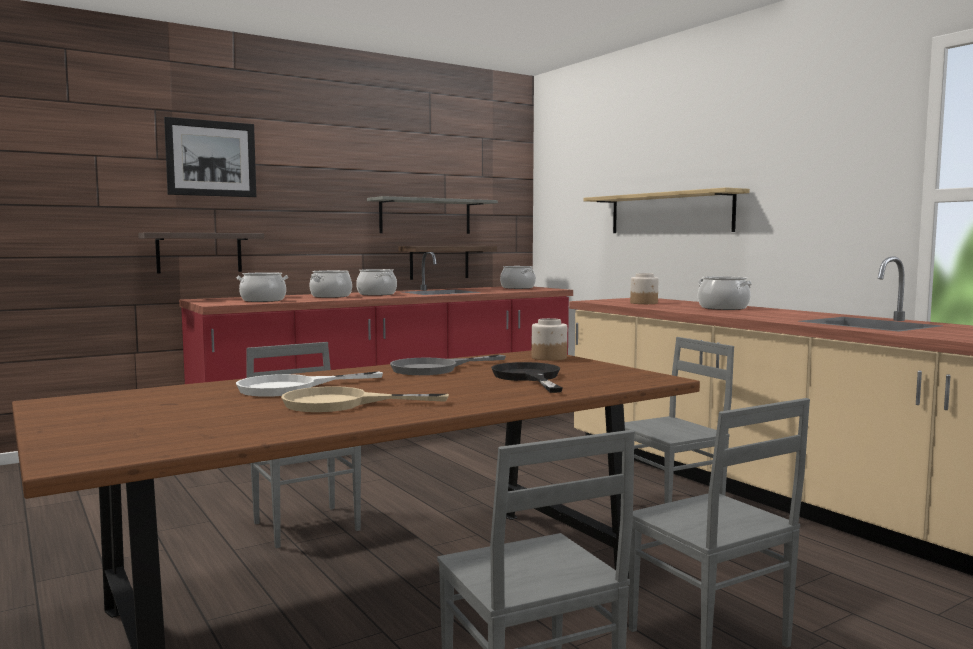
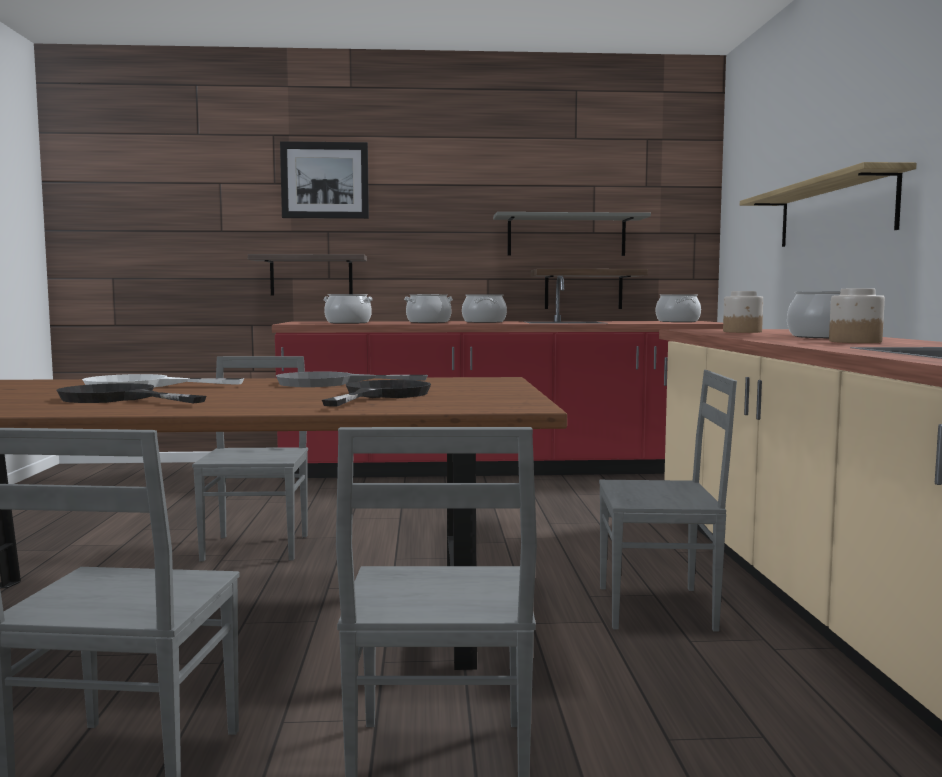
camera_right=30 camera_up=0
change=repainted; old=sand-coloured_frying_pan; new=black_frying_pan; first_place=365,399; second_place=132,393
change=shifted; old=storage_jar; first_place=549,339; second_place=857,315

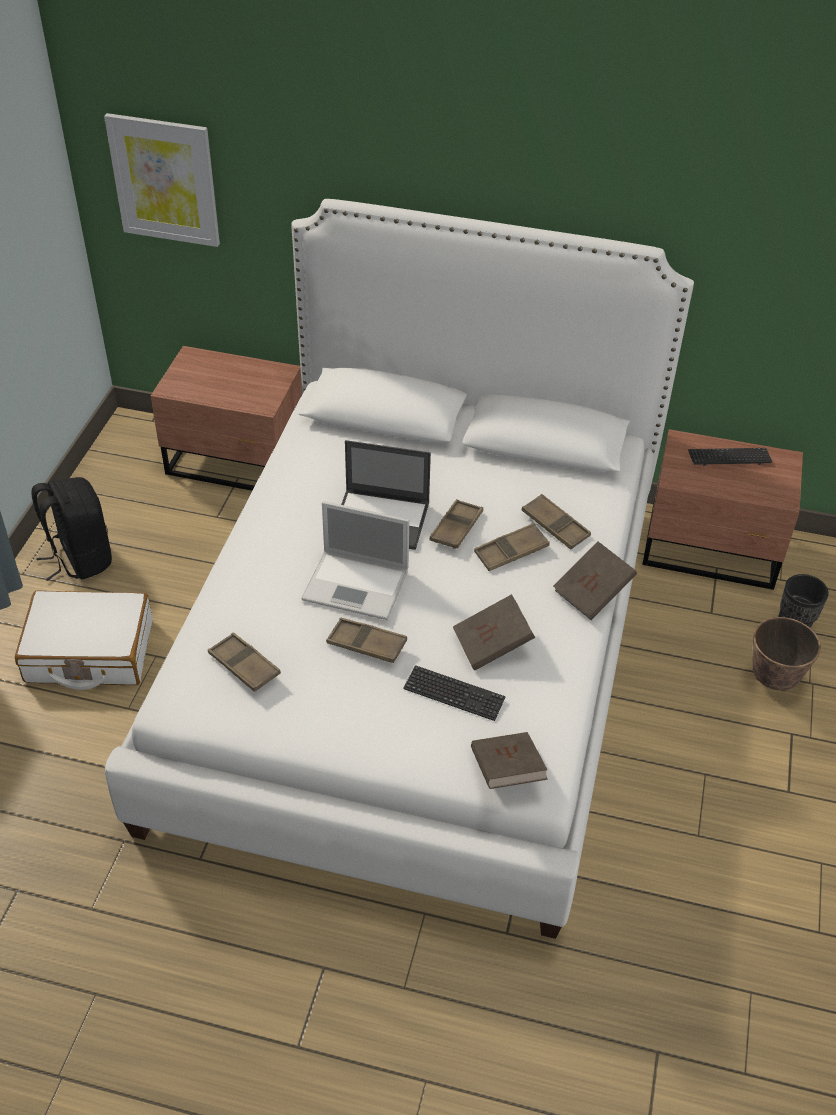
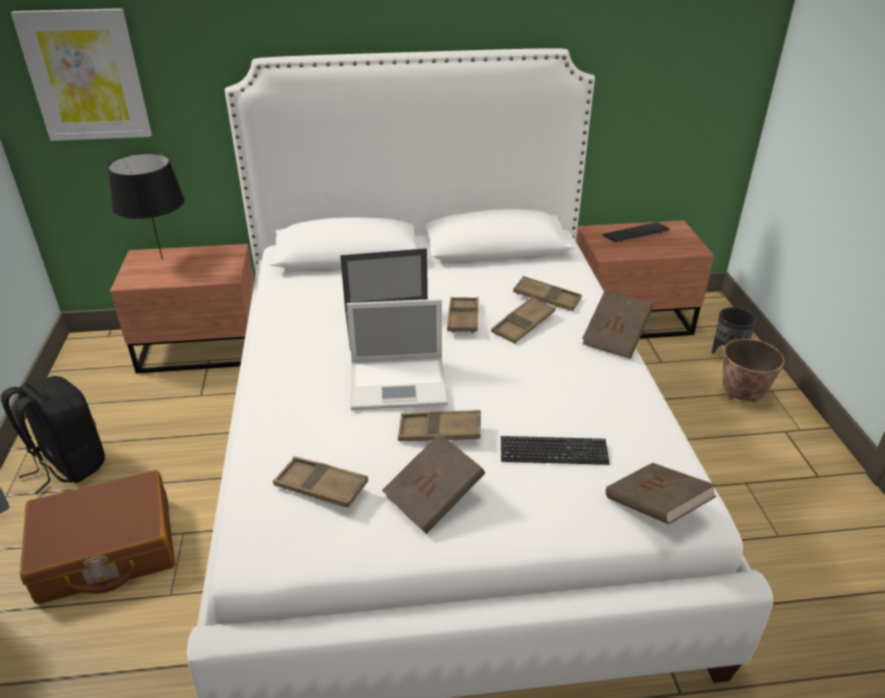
camera_right=-20 camera_up=-10
change=repainted; old=white-coloured_suitcase; new=brown-coloured_suitcase; first_place=83,640; second_place=97,537
change=shifted; old=brown-coloured_book; first_place=494,632; second_place=433,483
change=new; new=black_table_lamp; second_place=146,206

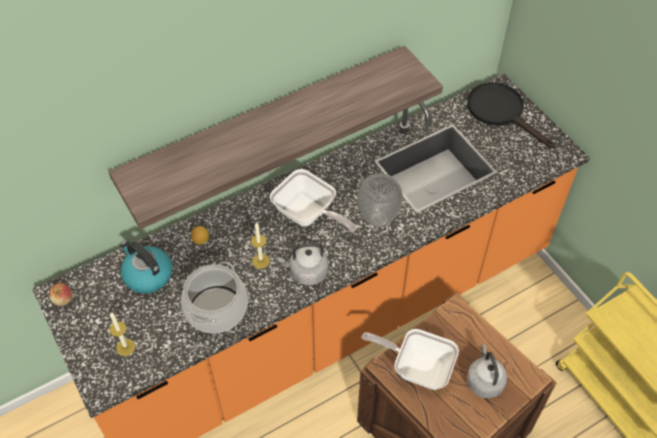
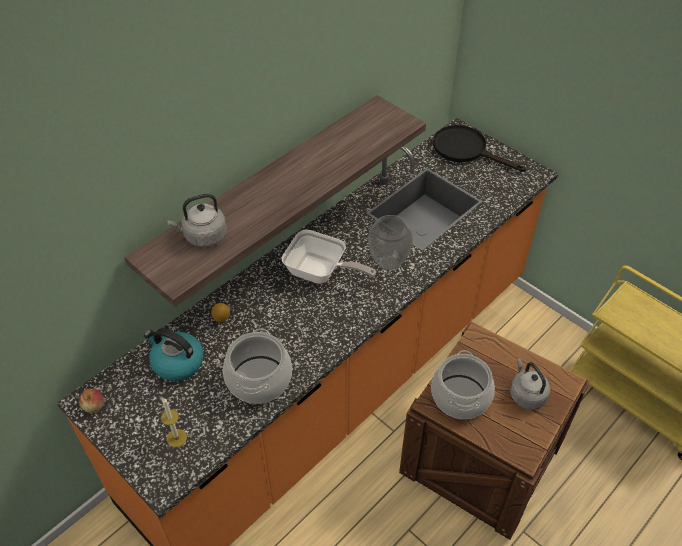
camera_right=-15 camera_up=-5
change=gone; old=wax_candle; first_place=260,246
change=shifted; old=gray_tea_kettle; first_place=302,264; second_place=197,220
change=swapped; old=frying_pan; new=cooking_pot; first_place=410,359; second_place=463,384

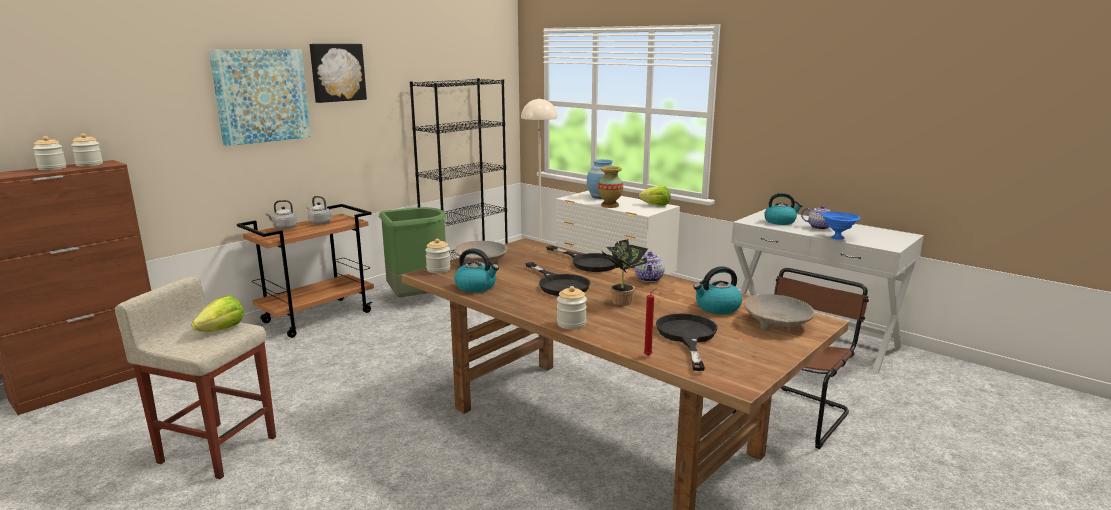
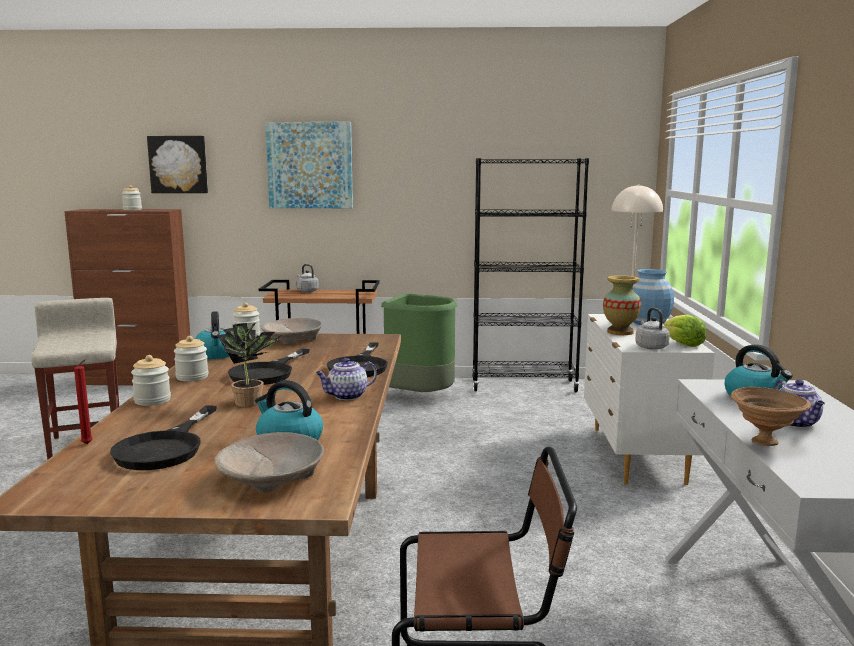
camera_right=50 camera_up=-5
change=shifted; old=storage_jar; first_place=87,150; second_place=191,358
change=gone; old=head_of_lettuce; first_place=217,314
change=shifted; old=gray_tea_kettle; first_place=319,210; second_place=652,329
change=shifted; old=wall_art; first_place=338,73; second_place=177,164
change=rotated; old=black_frying_pan; first_place=687,342; second_place=163,438; degrees=135
change=repainted; old=bluish_bowl; new=brown-coloured_bowl; first_place=840,226; second_place=771,416

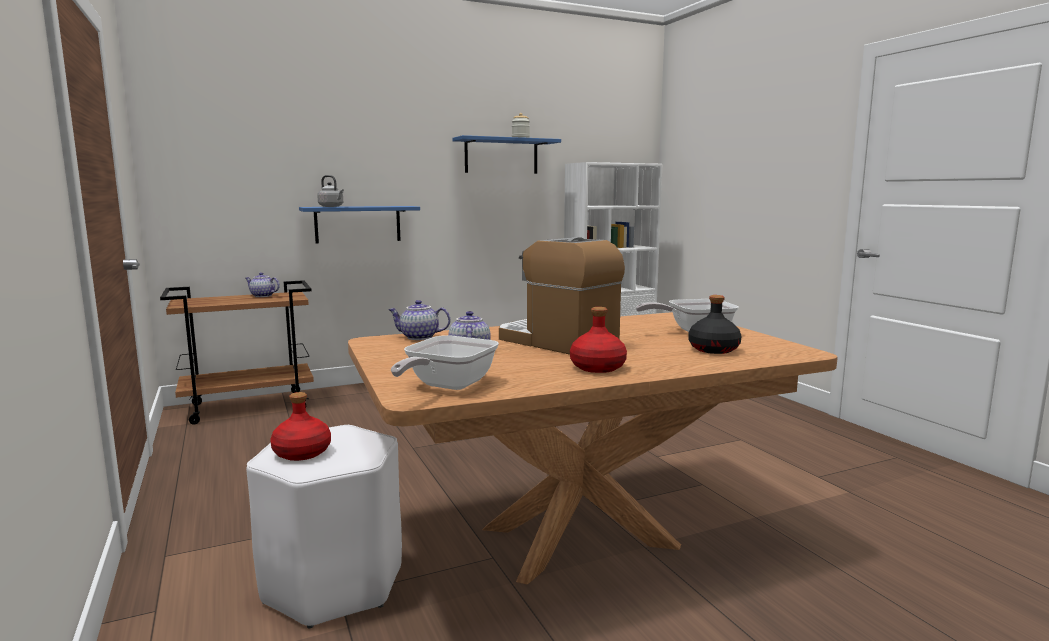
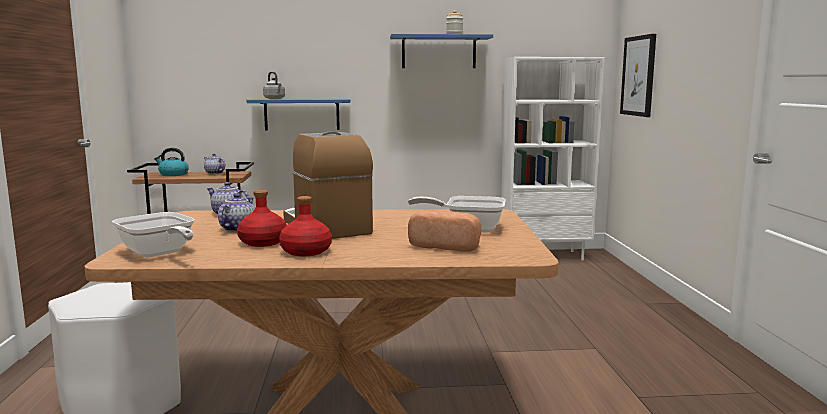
camera_right=20 camera_up=0
change=shifted; old=reddish_bottle; first_place=300,426; second_place=262,218
change=rotated; old=frying_pan; first_place=445,362; second_place=153,234; degrees=-90
change=swapped; old=black_bottle; new=bread; first_place=715,324; second_place=444,231
change=new; new=tea_kettle; second_place=171,162
change=new; new=wall_art; second_place=638,75

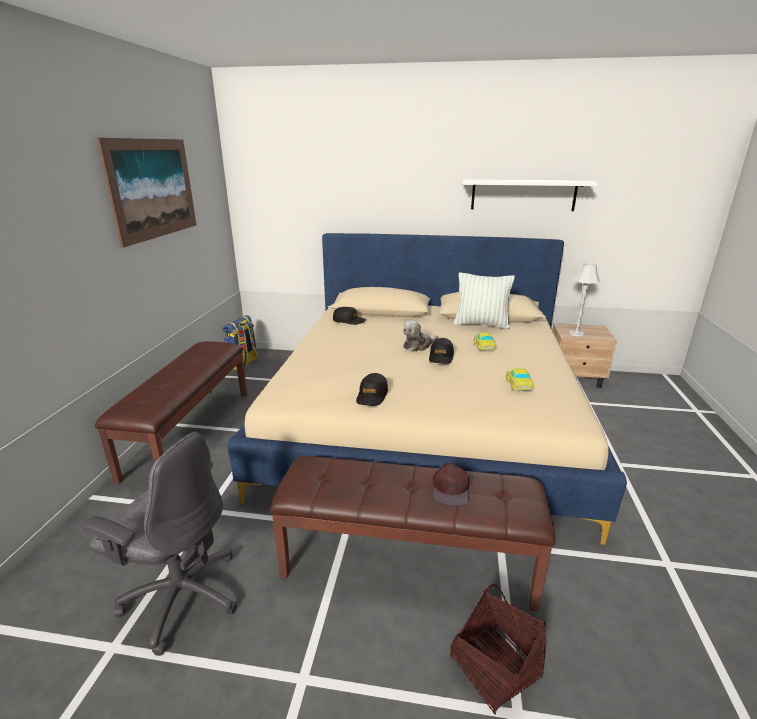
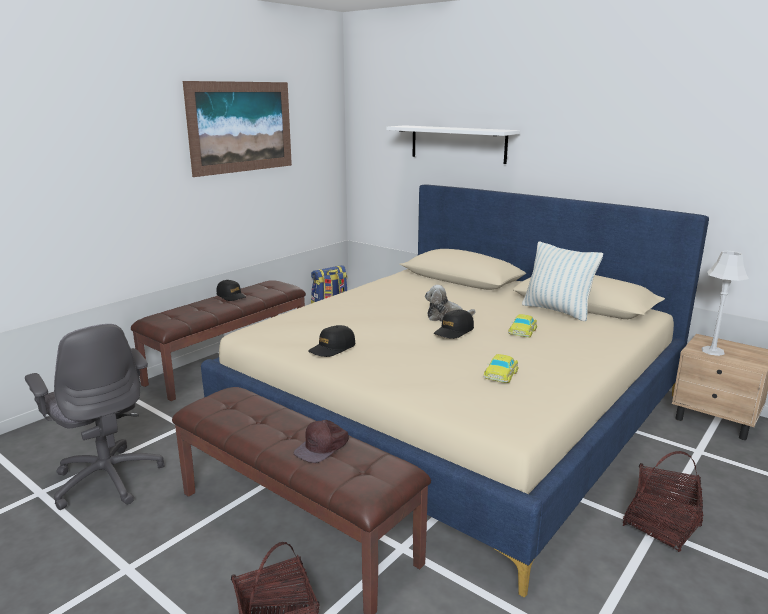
camera_right=30 camera_up=-5
change=shifted; old=black_baseball_cap; first_place=349,316; second_place=231,290
change=shifted; old=white-coloured_wall_shelf; first_place=530,195; second_place=453,144
change=new; new=basket; second_place=663,501

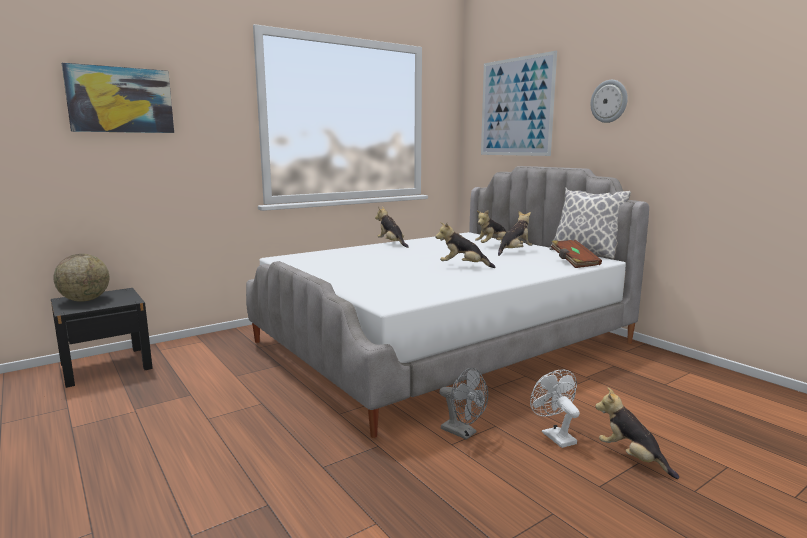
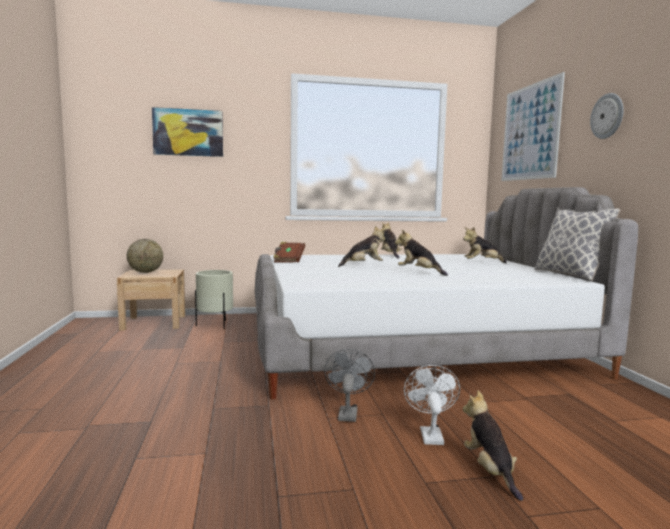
camera_right=25 camera_up=-5
change=repainted; old=black_bedside_table; new=sand-coloured_bedside_table; first_place=102,338; second_place=151,300
change=rotated; old=gray_fan; first_place=463,404; second_place=349,385; degrees=-150
change=shifted; old=soft_toy; first_place=515,233; second_place=361,246
change=shifted; old=brown-coloured_book; first_place=576,254; second_place=289,252
change=new; new=sand-coloured_planter; second_place=214,299

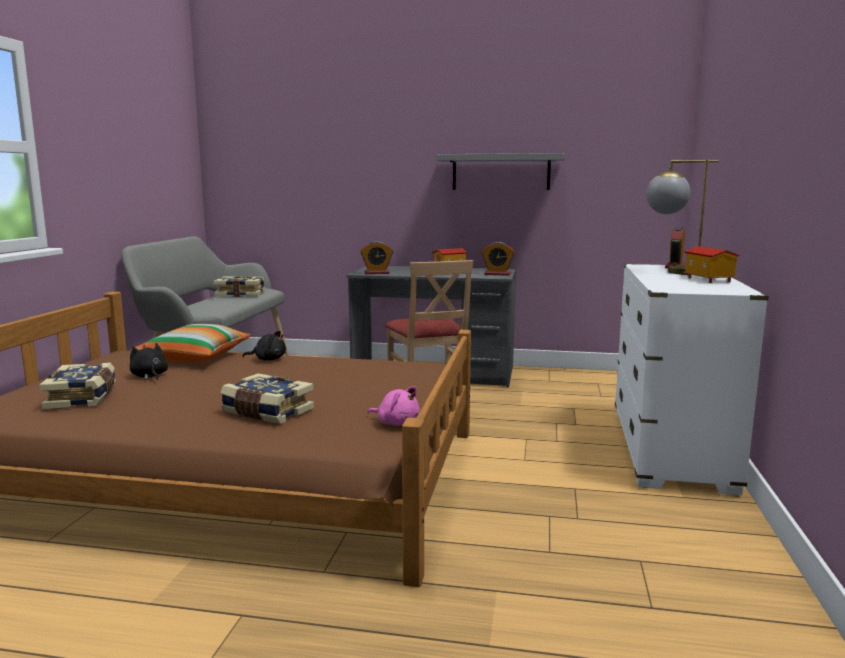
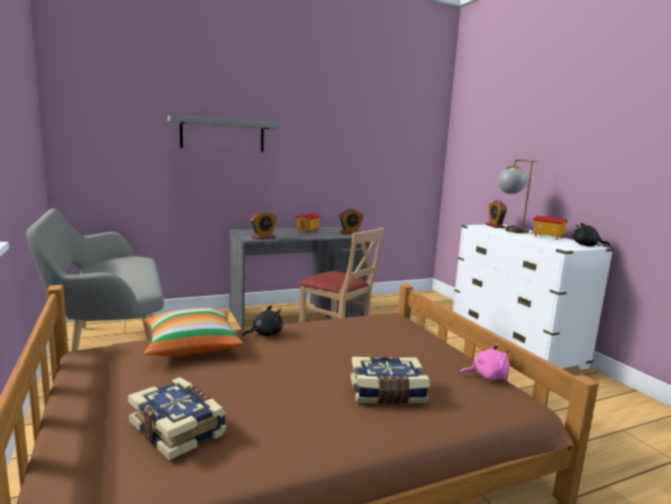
camera_right=-35 camera_up=0
change=shifted; old=black_soft_toy; first_place=149,361; second_place=591,235
change=gone; old=book; first_place=239,286
change=shifted; old=gray_wall_shelf; first_place=500,171; second_place=224,133

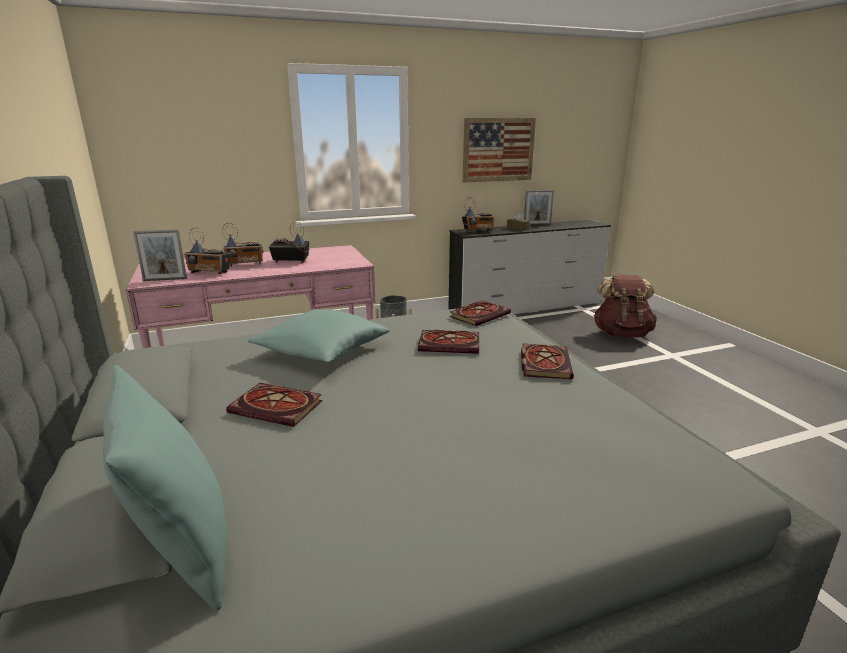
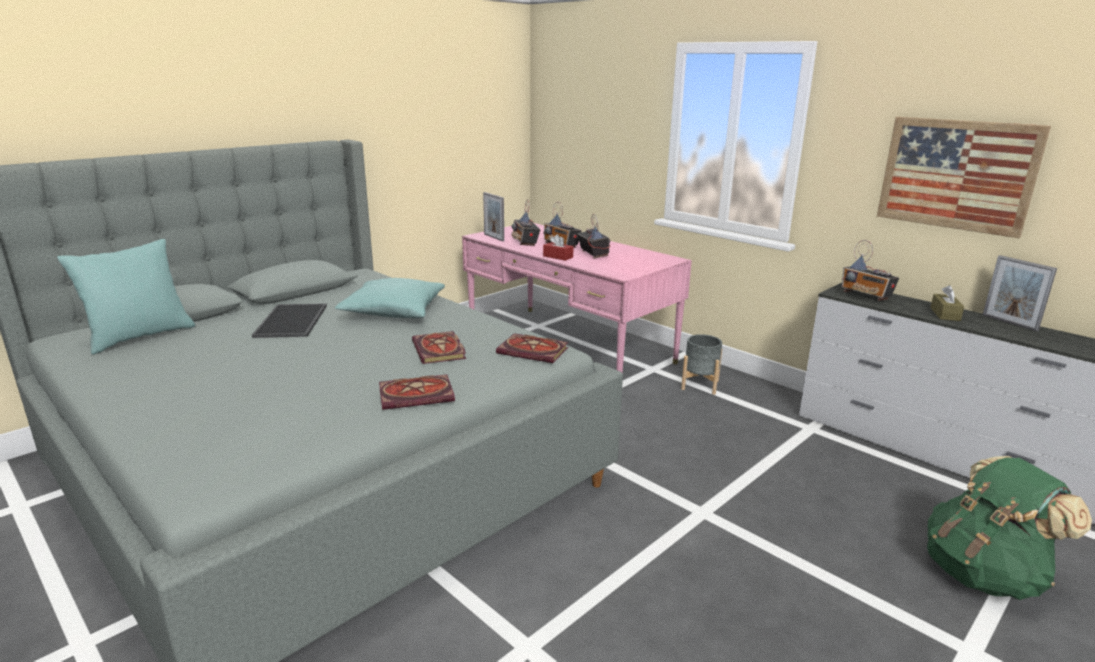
camera_right=65 camera_up=0
change=swapped; old=book; new=tray; first_place=274,405; second_place=289,320
change=repainted; old=brown-coloured_rucksack; new=greenish_rucksack; first_place=625,306; second_place=1009,528
change=new; new=reddish_box_of_tissues; second_place=558,247

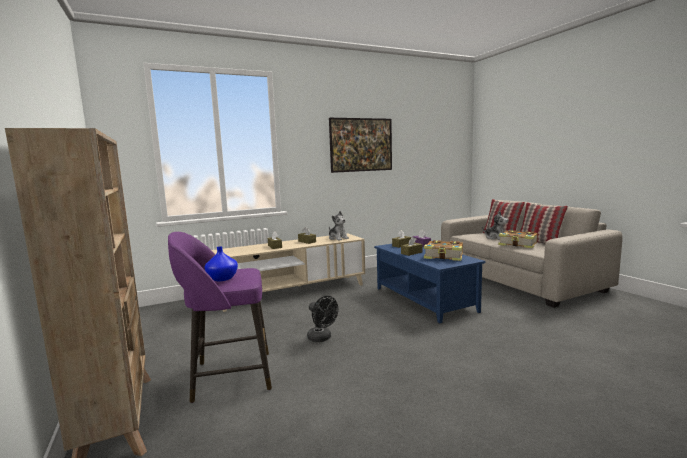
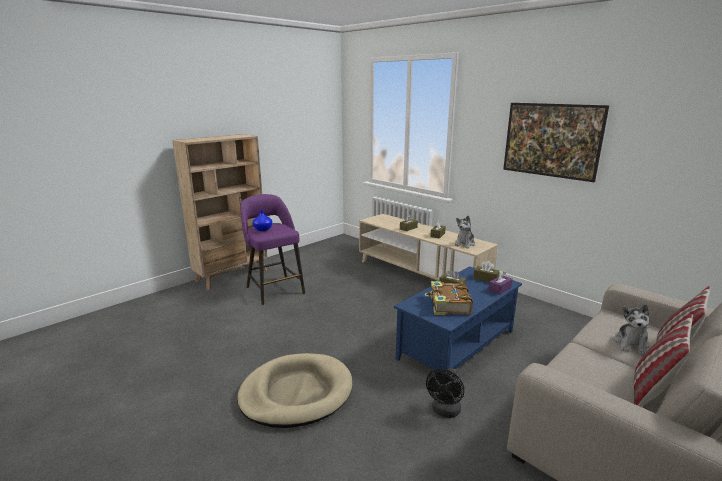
camera_right=70 camera_up=10
change=shifted; old=black_fan; first_place=322,319; second_place=445,393
change=gone; old=book; first_place=518,239
change=new; new=sand-coloured_dog_cushion; second_place=294,390

